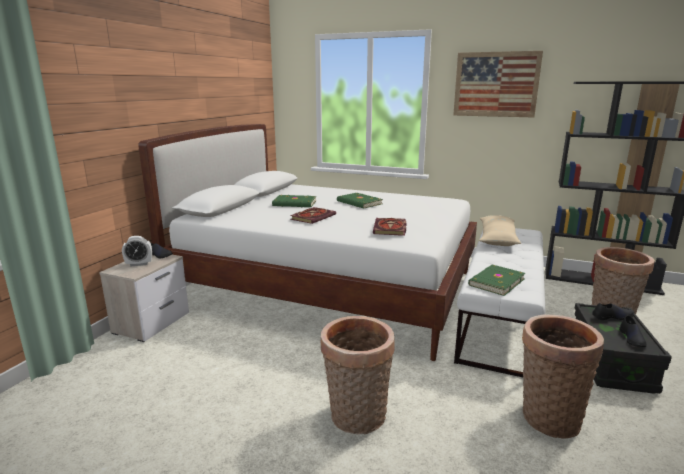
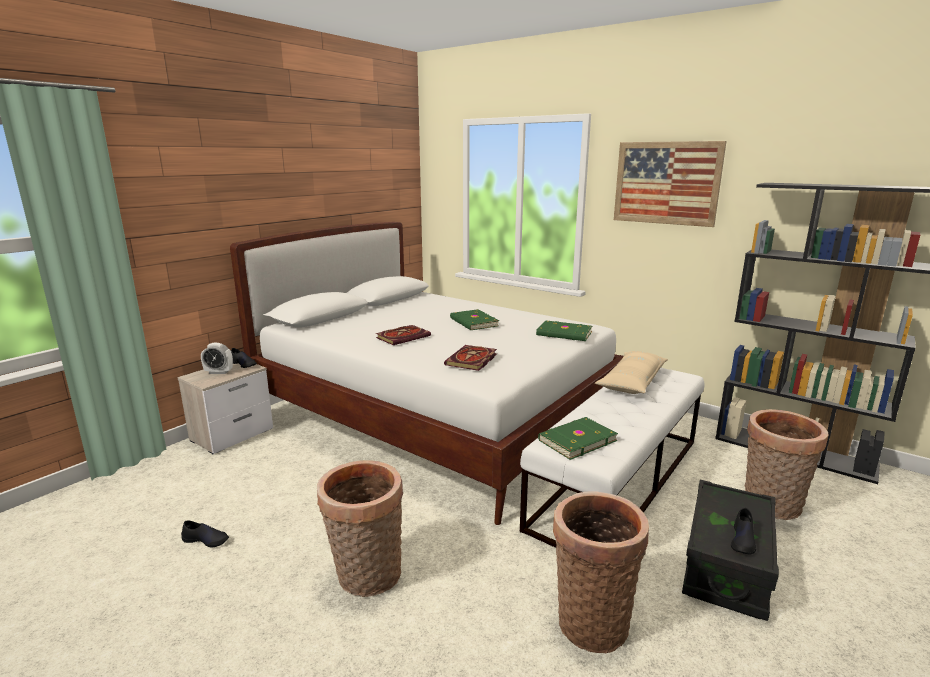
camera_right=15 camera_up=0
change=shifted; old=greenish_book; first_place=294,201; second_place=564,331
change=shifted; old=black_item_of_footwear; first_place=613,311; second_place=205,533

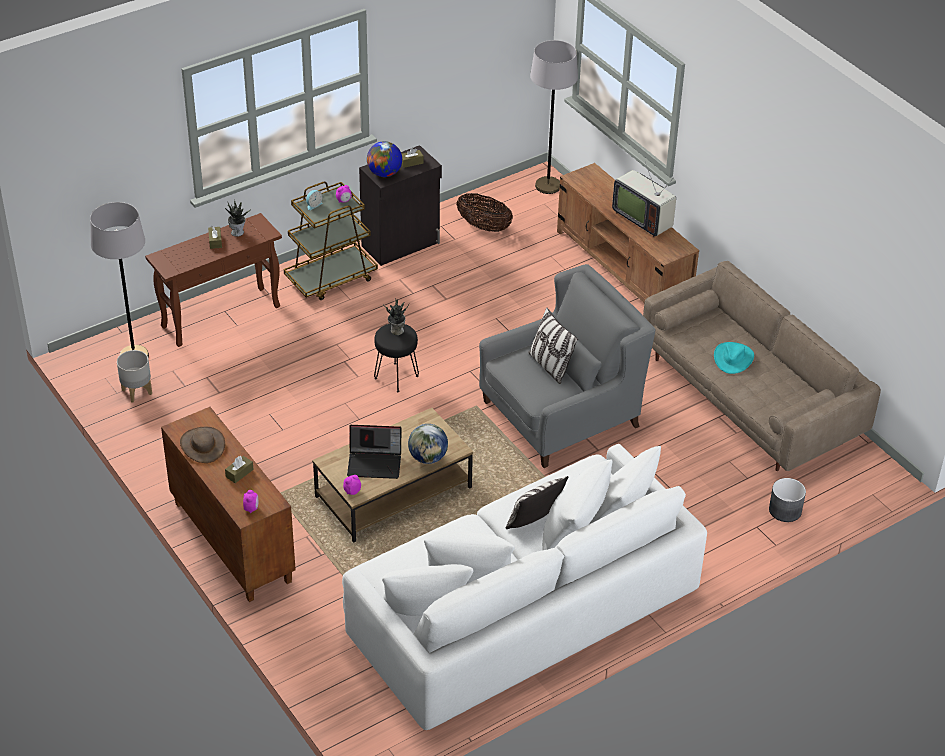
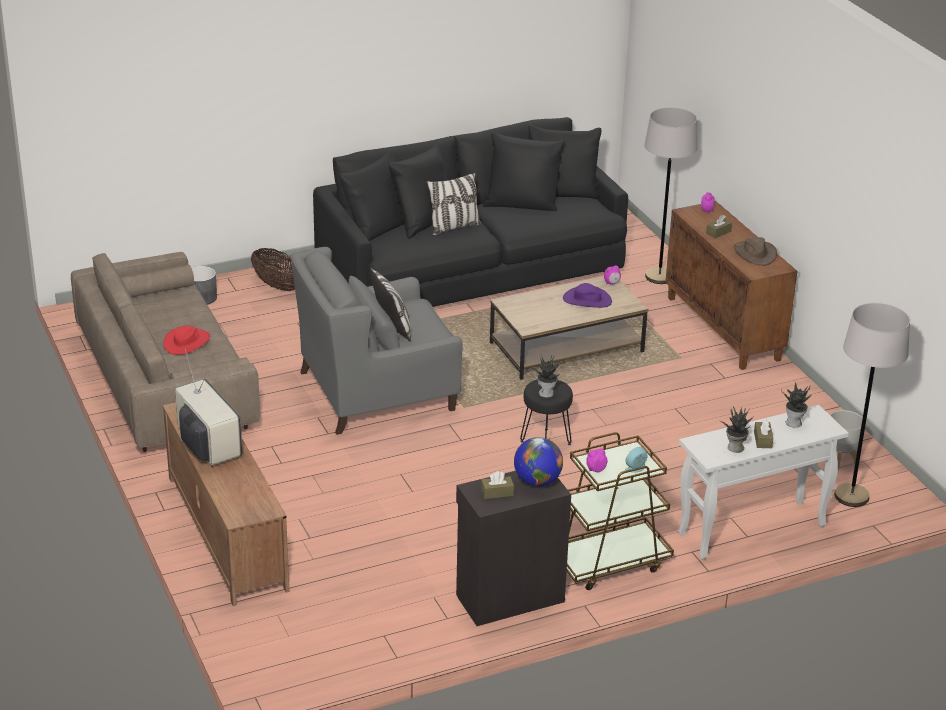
camera_right=-170 camera_up=-10
change=repainted; old=brown-coloured_hall_table; new=white-coloured_hall_table; first_place=213,280; second_place=763,482
change=repainted; old=white-coloured_couch; new=black_couch; first_place=524,587; second_place=470,212
change=swapped; old=notebook_computer; new=purple-coloured_wearable_hat; first_place=374,452; second_place=587,295
change=gone; old=desk_globe; first_place=428,444
change=shifted; old=basket; first_place=484,212; second_place=273,269
change=shifted; old=gray_standard_lamp; first_place=554,117; second_place=671,195
change=repainted; old=turquoise-coloured_wearable_hat; new=reddish_wearable_hat; first_place=734,358; second_place=186,340
change=new; new=potted_plant; second_place=796,405

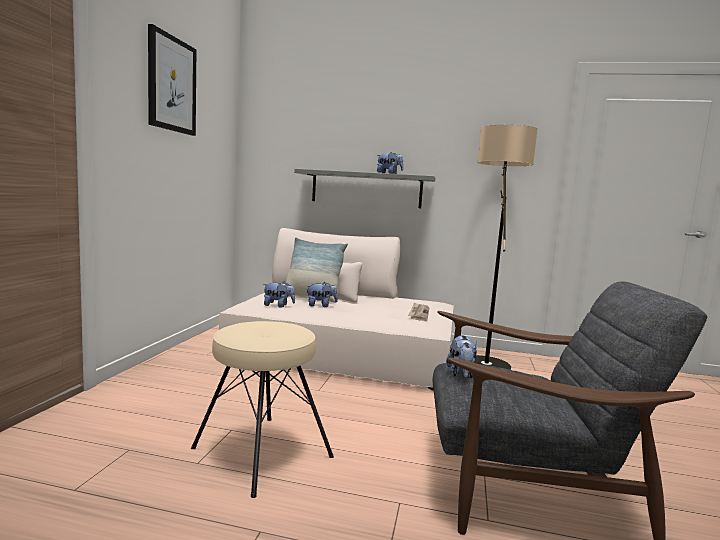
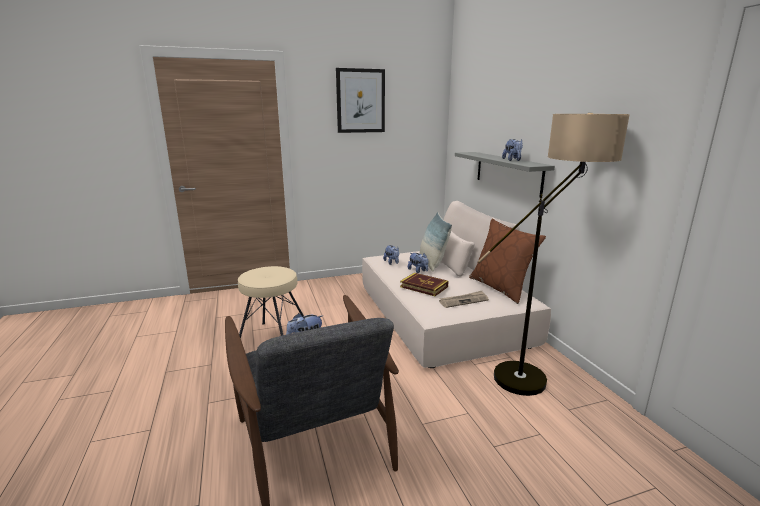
camera_right=60 camera_up=10
change=new; new=book; second_place=424,284
change=new; new=brown-coloured_pillow; second_place=507,261

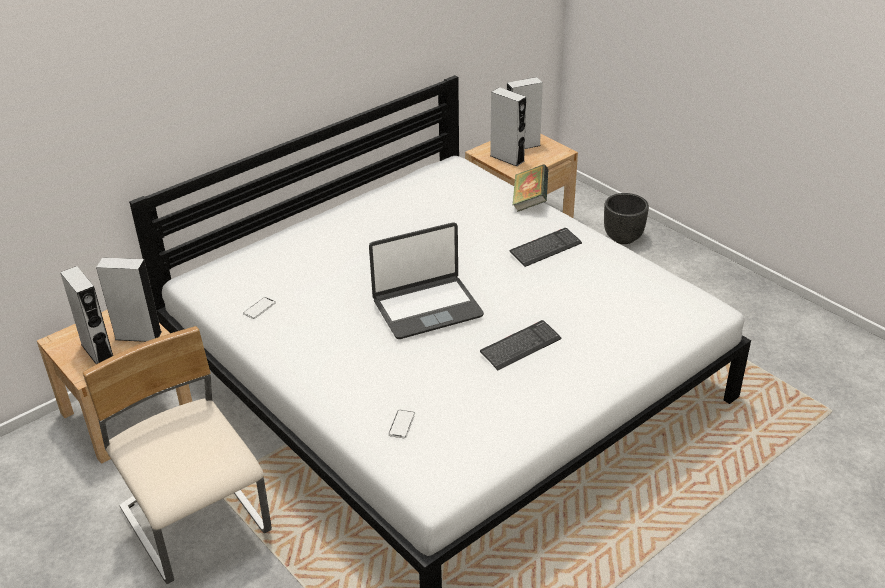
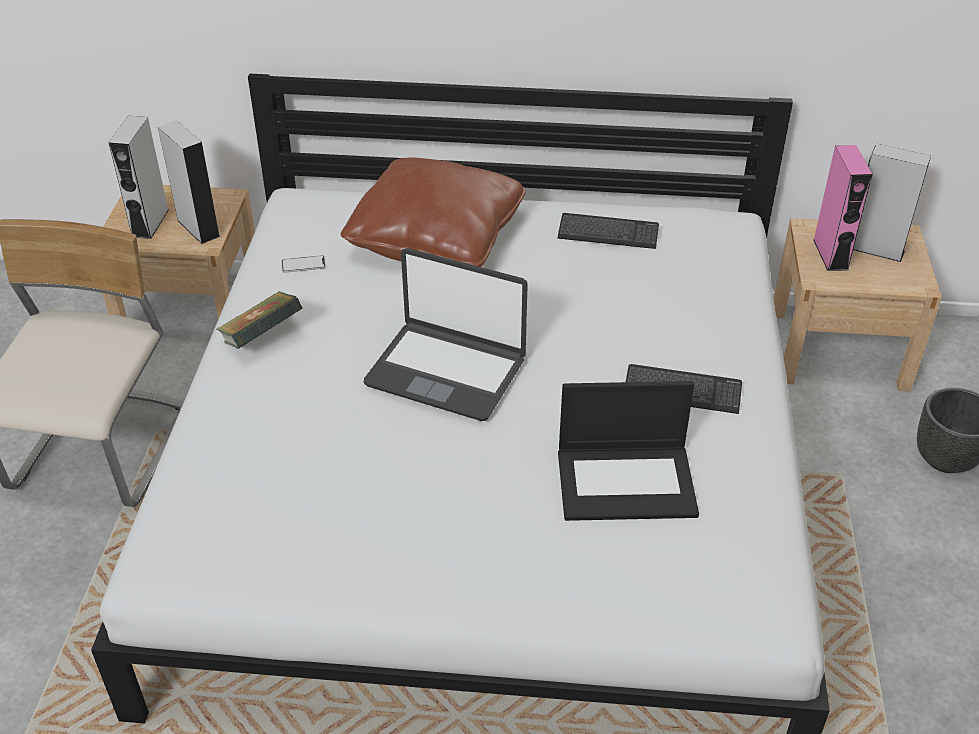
camera_right=45 camera_up=5
change=gone; old=phone; first_place=401,424
change=shifted; old=PC_keyboard; first_place=521,345; second_place=608,231
change=repainted; old=gray_audio_speaker; new=pink-coloured_audio_speaker; first_place=508,127; second_place=843,208
change=shifted; old=book; first_place=530,188; second_place=260,320
change=new; new=brown-coloured_pillow; second_place=433,212
change=new; new=notebook_computer; second_place=628,451

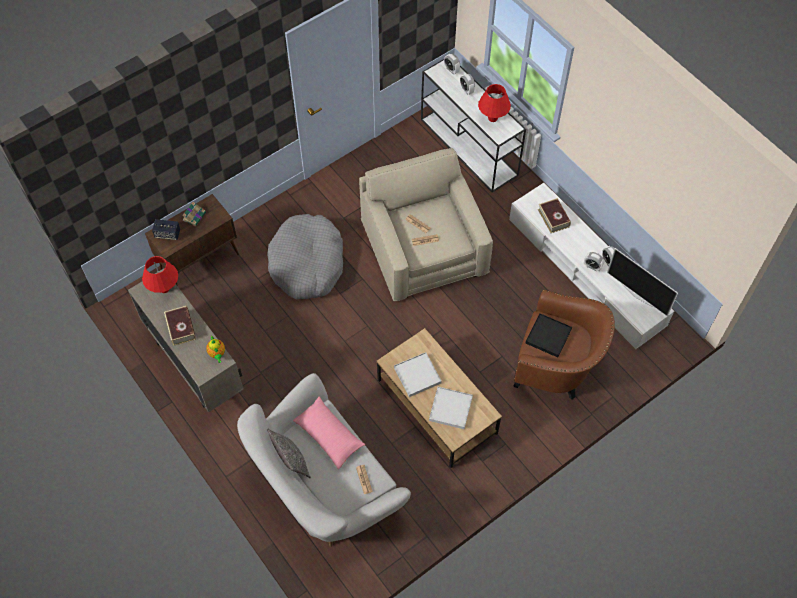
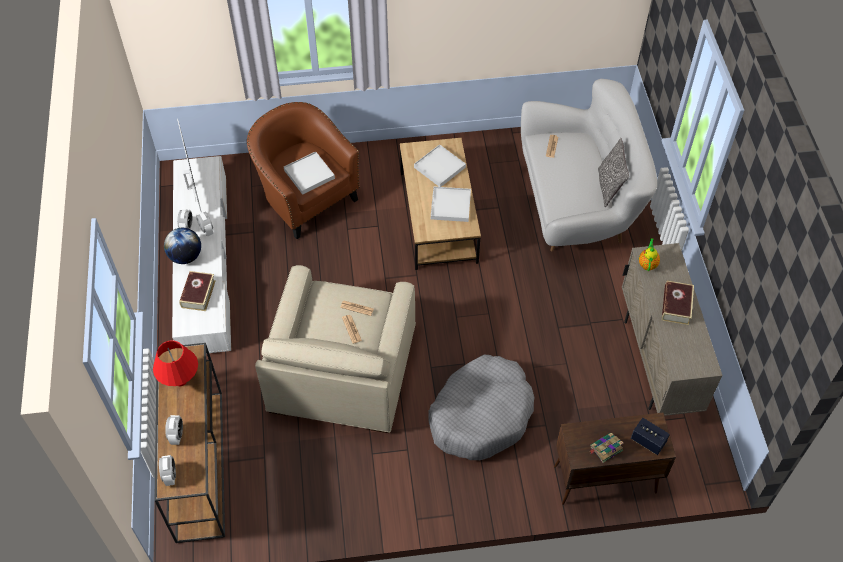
camera_right=-150 camera_up=-5
change=gone; old=reddish_table_lamp; first_place=160,274
change=gone; old=pink-coloured_pillow; first_place=329,432
change=repainted; old=white-coloured_hall_table; new=brown-coloured_hall_table; first_place=473,126; second_place=189,443
change=repainted; old=black_tray; new=white-coloured_tray; first_place=548,335; second_place=309,173
change=new; new=desk_globe; second_place=182,246

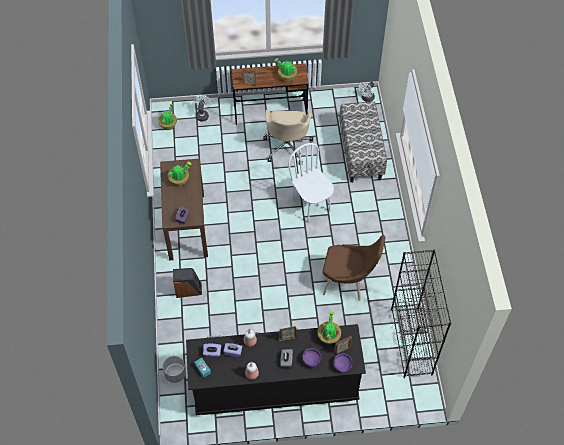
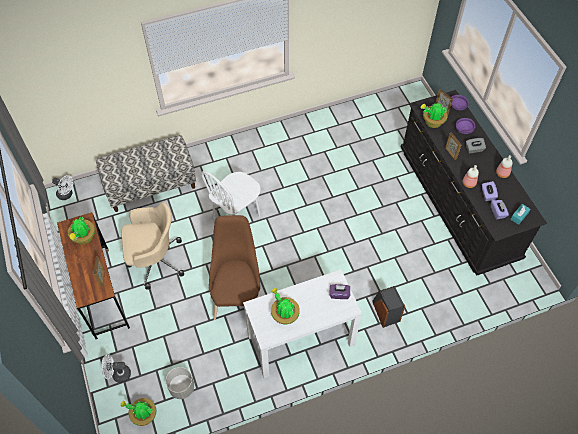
camera_right=-105 camera_up=0
change=repainted; old=brown-coloured_hall_table; new=white-coloured_hall_table; first_place=184,210; second_place=302,323
change=shifted; old=gray_planter; first_place=174,369; second_place=180,383
change=shifted; old=brown-coloured_plain_chair; first_place=353,268; second_place=234,267
change=gone; old=black_bookshelf; first_place=421,313

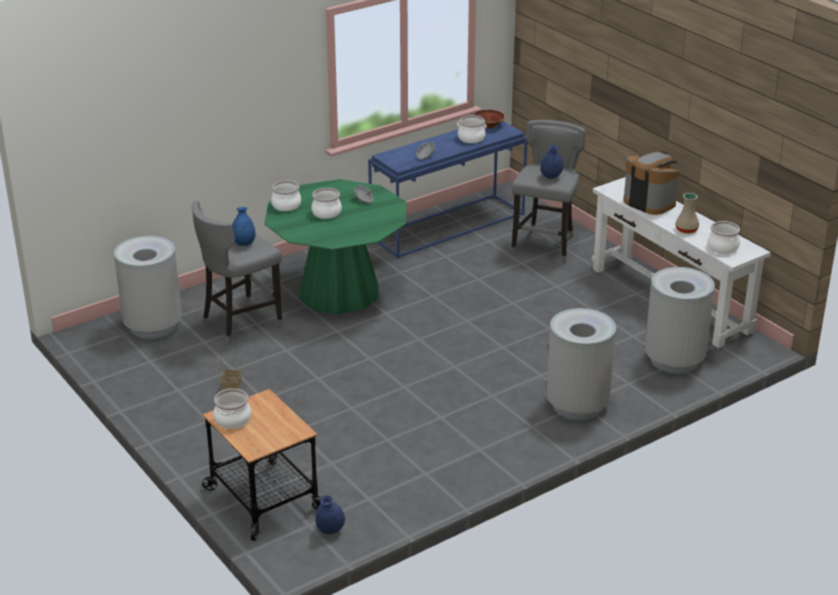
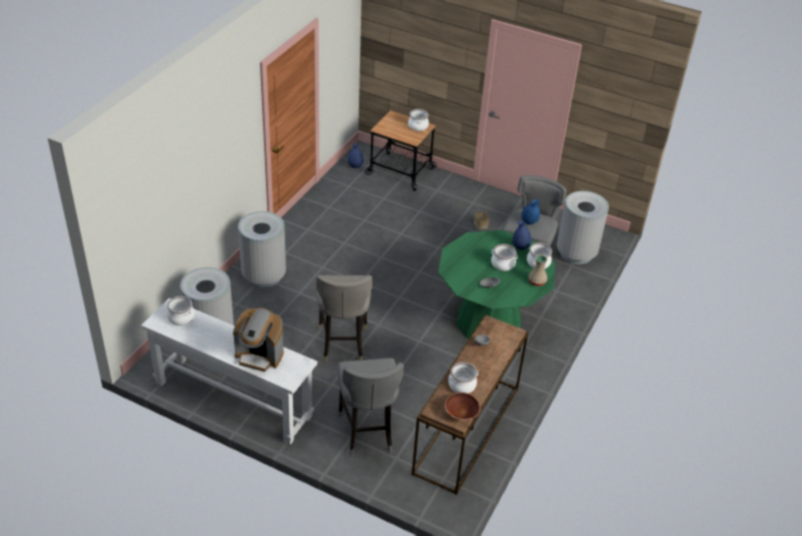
camera_right=150 camera_up=10
change=repainted; old=bluish_hall_table; new=brown-coloured_hall_table; first_place=447,190; second_place=470,405
change=shifted; old=bluish_vase; first_place=551,162; second_place=522,235
change=shifted; old=sand-coloured_vase; first_place=687,213; second_place=537,270
change=new; new=gray_sitting_stool; second_place=344,319

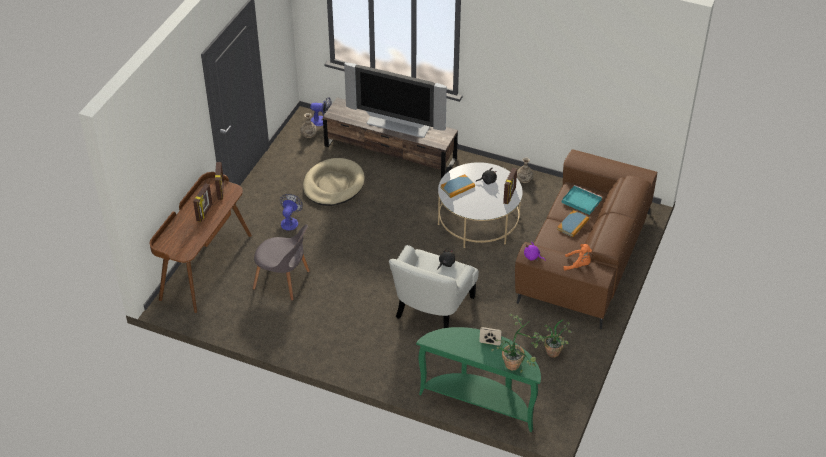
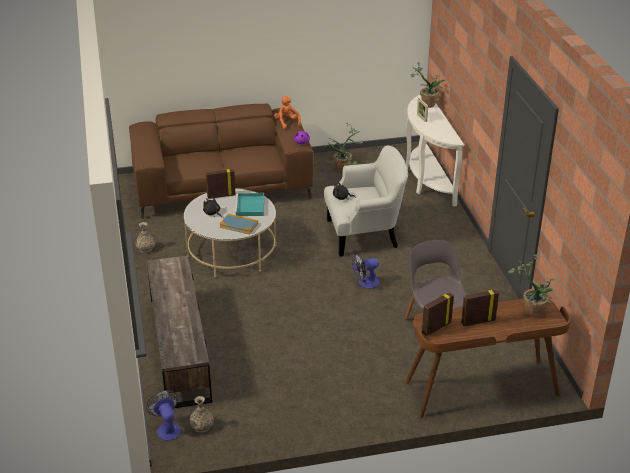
camera_right=-125 camera_up=-10
change=shifted; old=fan; first_place=291,212; second_place=366,270
change=gone; old=sand-coloured_dog_cushion; first_place=334,182
change=gone; old=TV_set; first_place=395,100
change=repainted; old=greenish_hall_table; new=white-coloured_hall_table; first_place=478,379; second_place=435,151
change=gone; old=book; first_place=573,223
change=shifted; old=turquoise-coloured_tray; first_place=582,200; second_place=249,204
change=new; new=potted_plant; second_place=531,286

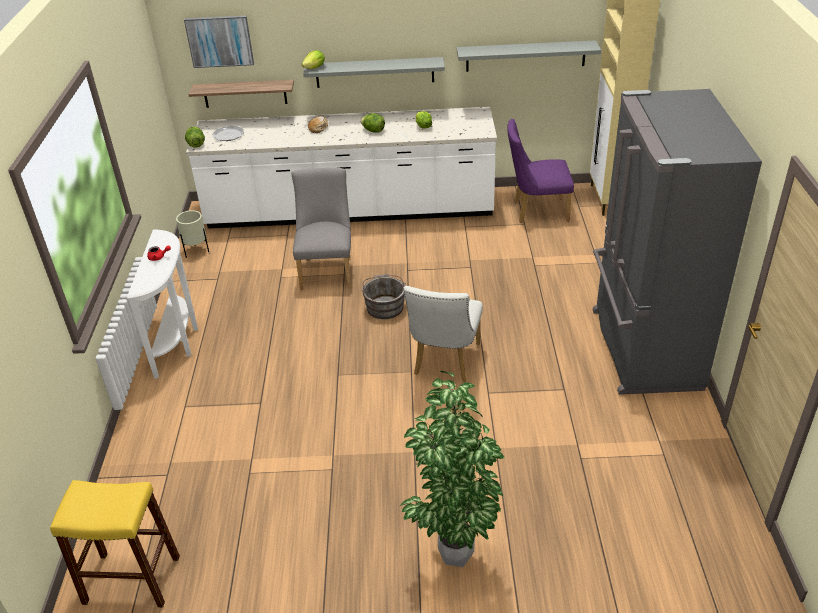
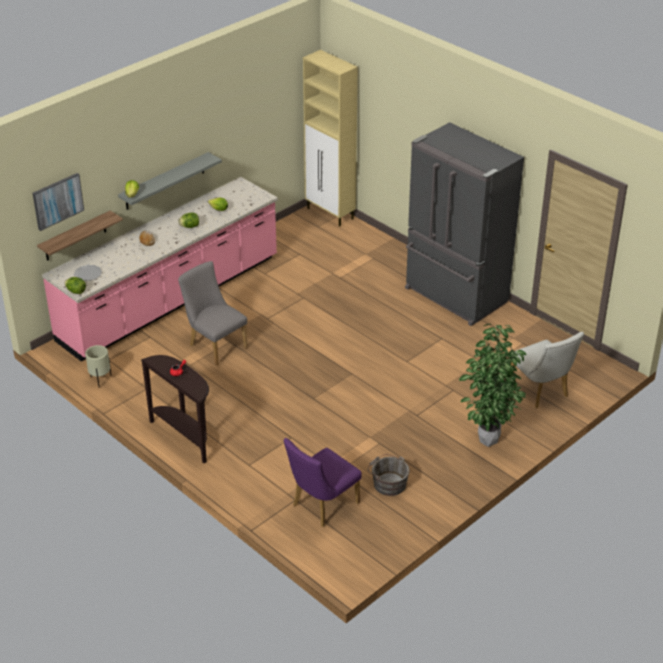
camera_right=-45 camera_up=0
change=gone; old=yellowish_sitting_stool; first_place=115,544
change=repainted; old=white-coloured_hall_table; new=brown-coloured_hall_table; first_place=162,304; second_place=175,409
change=repainted; old=white-coloured_kitchen_counter; new=pink-coloured_kitchen_counter; first_place=341,168; second_place=160,269
change=shifted; old=gray_pail; first_place=384,296; second_place=388,475
change=shifted; old=white-coloured_plain_chair; first_place=443,334; second_place=547,370
change=gone; old=gray_wall_shelf; first_place=529,56
change=shifted; old=purple-coloured_plain_chair; first_place=540,171; second_place=323,482

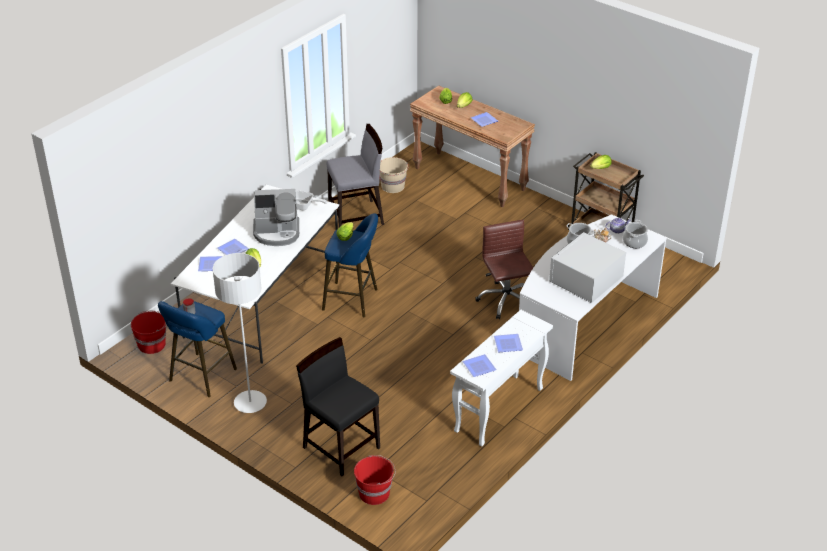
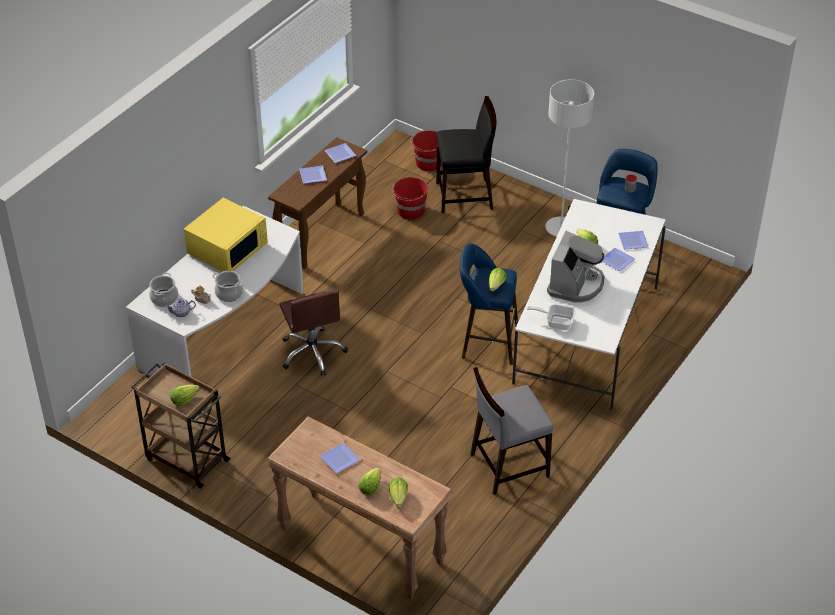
camera_right=175 camera_up=5
change=shifted; old=reddish_pail; first_place=148,332; second_place=410,198
change=rotated; old=coffee_machine; first_place=276,217; second_place=576,266; degrees=120
change=rotated; old=black_plain_chair; first_place=338,406; second_place=466,154; degrees=-45
change=gone; old=sand-coloured_pail; first_place=394,175
change=repainted; old=white-coloured_hall_table; new=brown-coloured_hall_table; first_place=501,378; second_place=317,203
change=repainted; old=white-coloured_microwave; new=yellowish_microwave; first_place=587,267; second_place=226,234

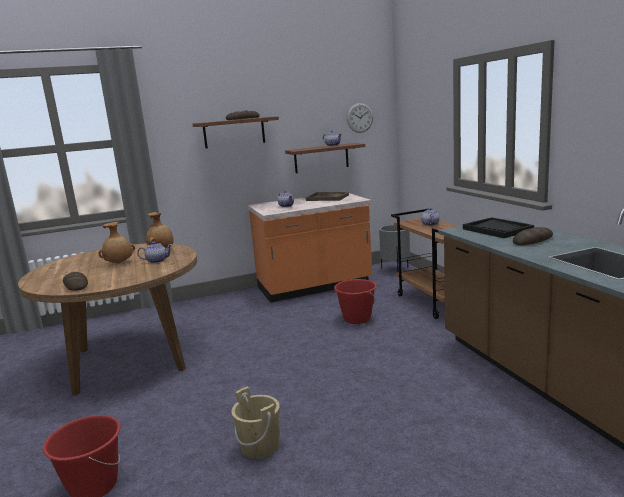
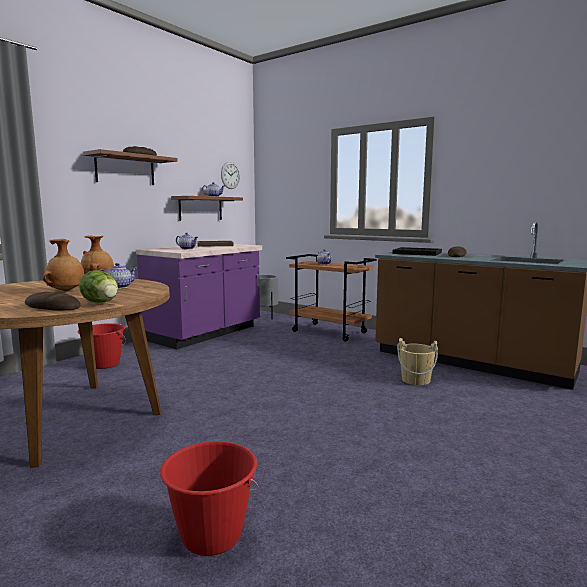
camera_right=-35 camera_up=-5
change=shifted; old=sand-coloured_pail; first_place=255,423; second_place=417,361
change=repainted; old=orange_kitchen_counter; new=purple-coloured_kitchen_counter; first_place=310,248; second_place=199,296
change=shifted; old=reddish_pail; first_place=355,301; second_place=102,346
change=new; new=head_of_lettuce; second_place=98,286

